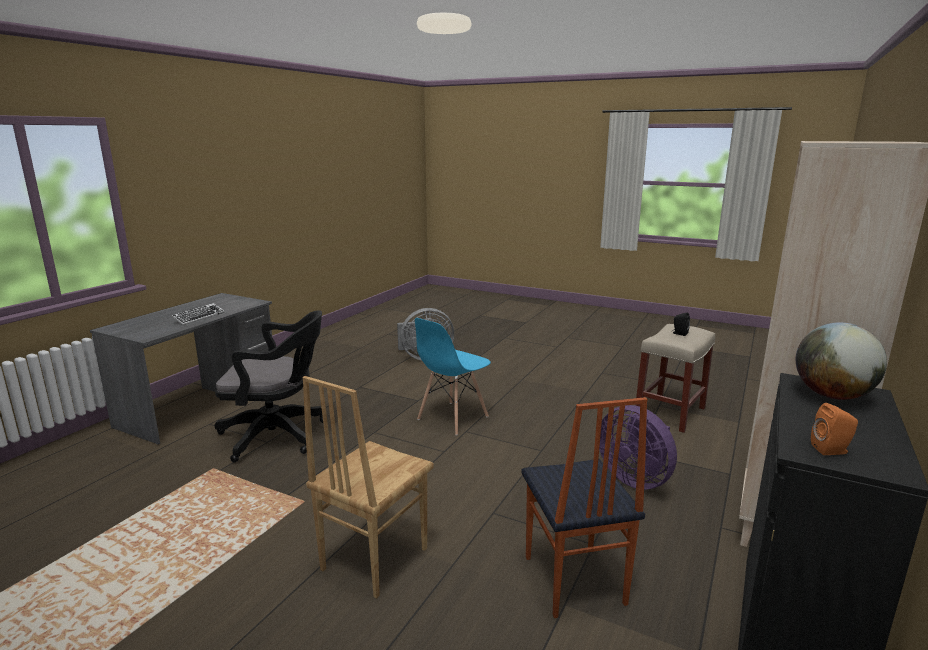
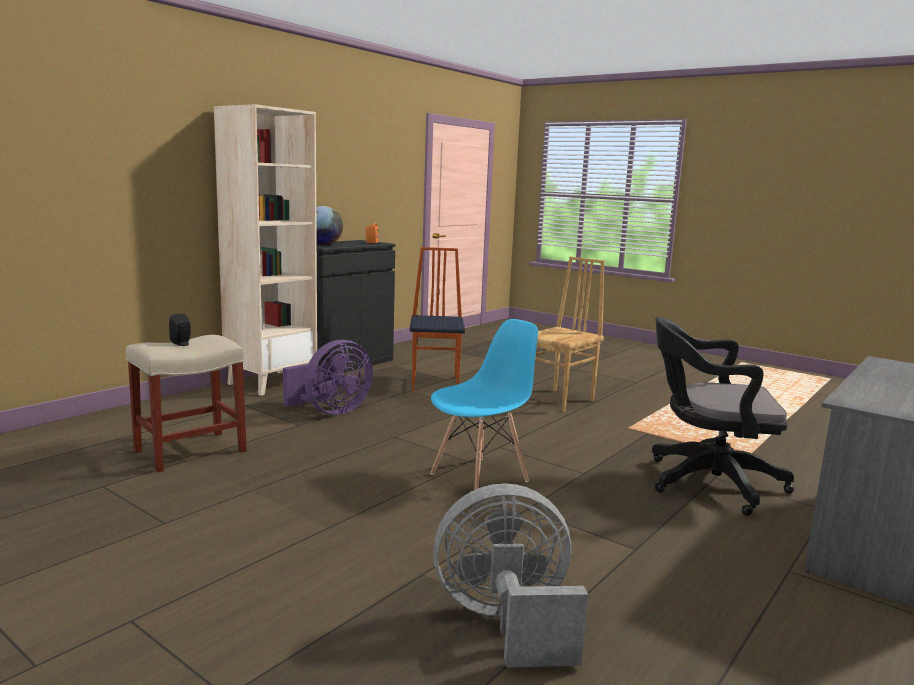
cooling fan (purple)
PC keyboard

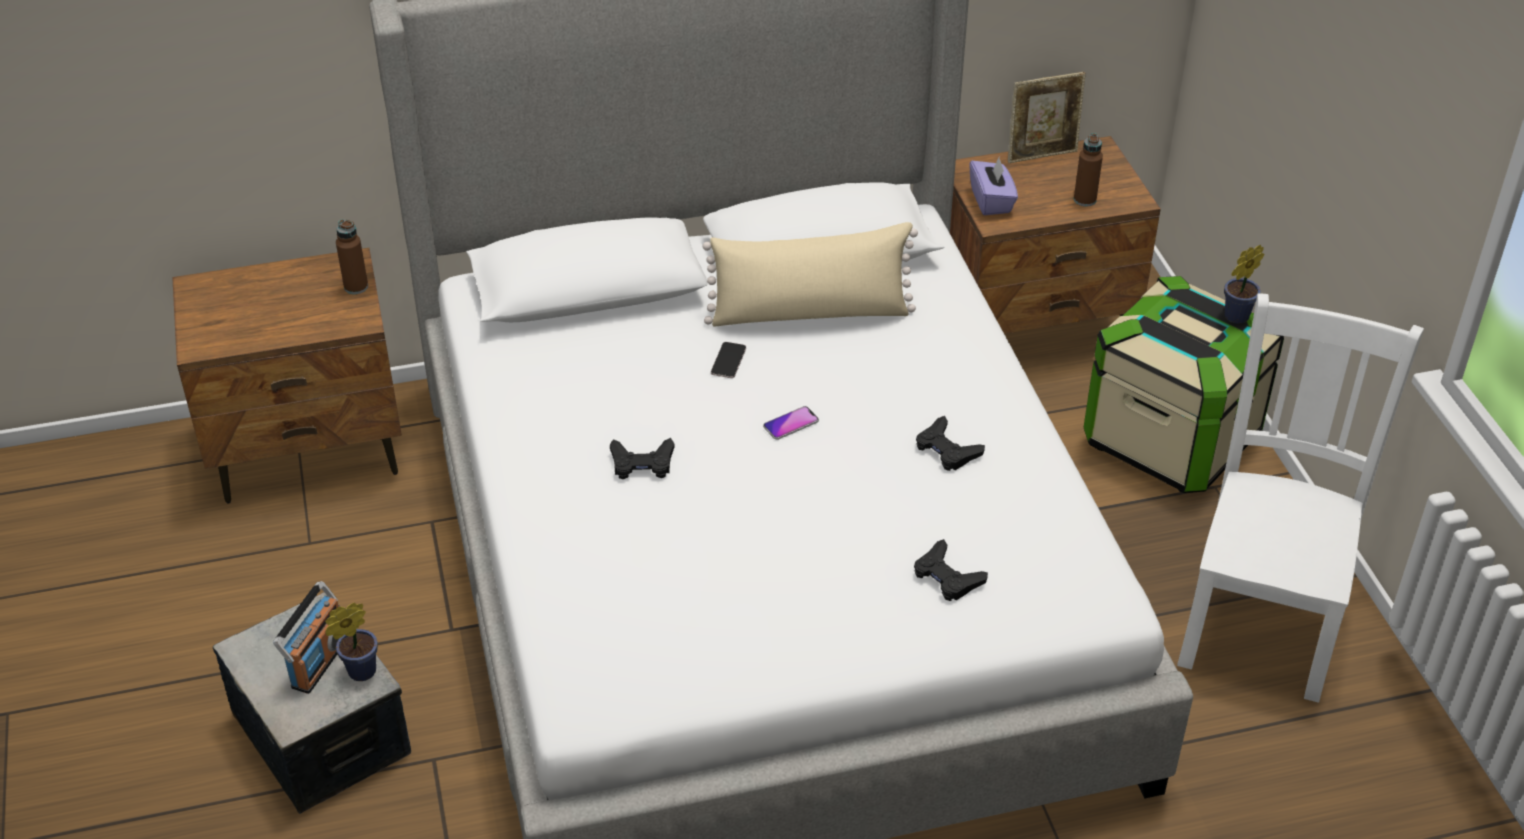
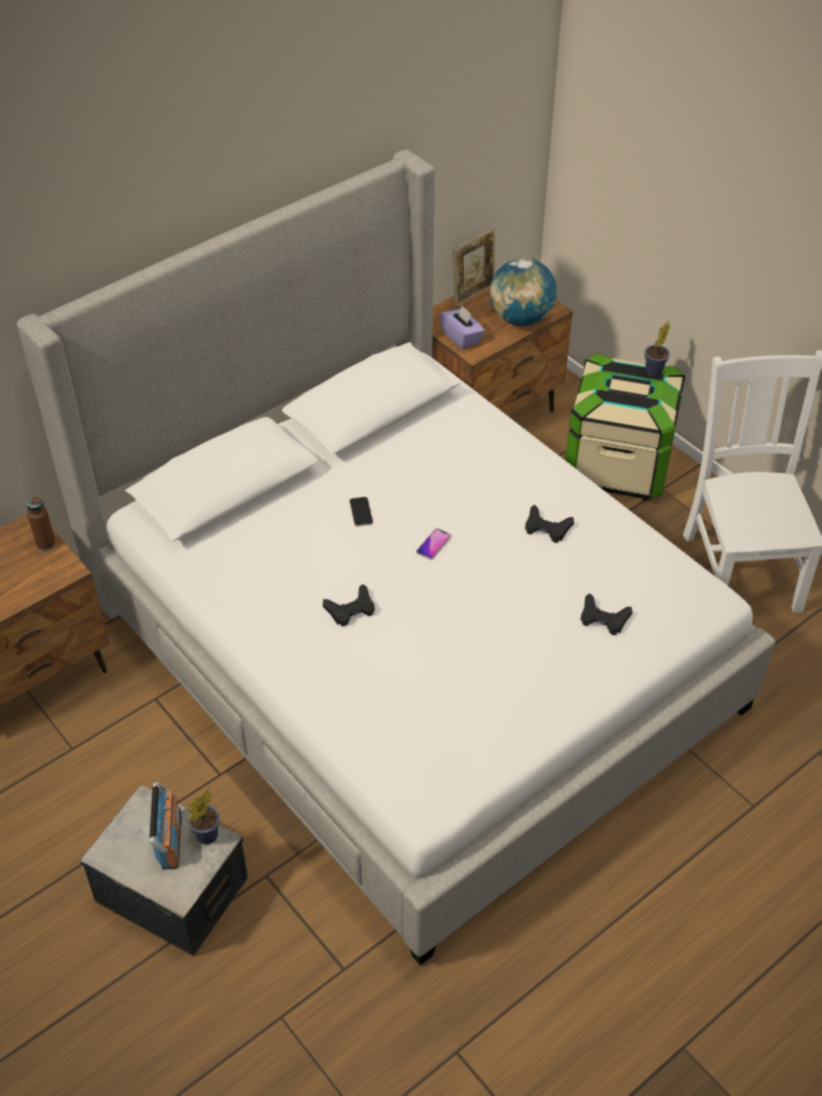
desk globe
cushion (beige-coloured)

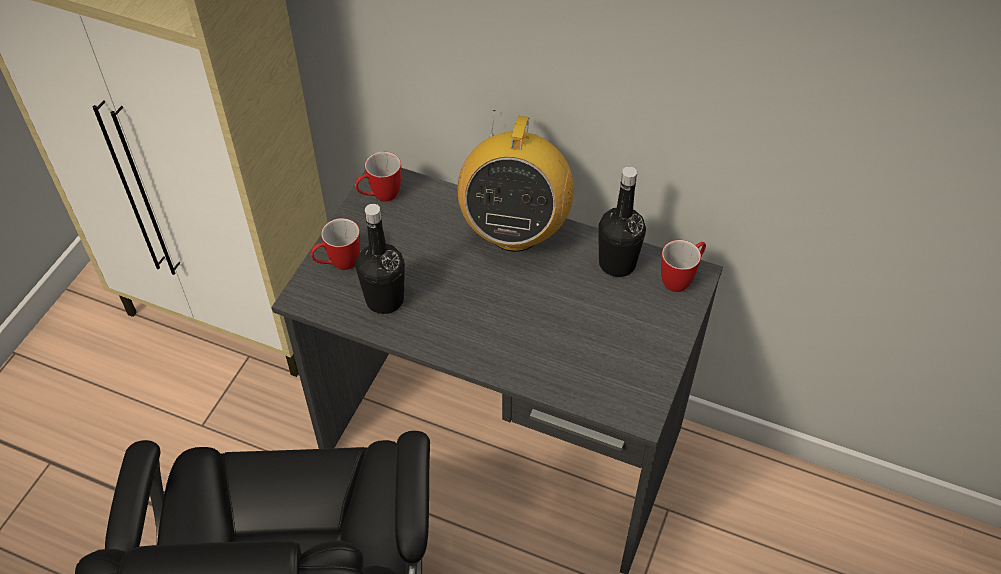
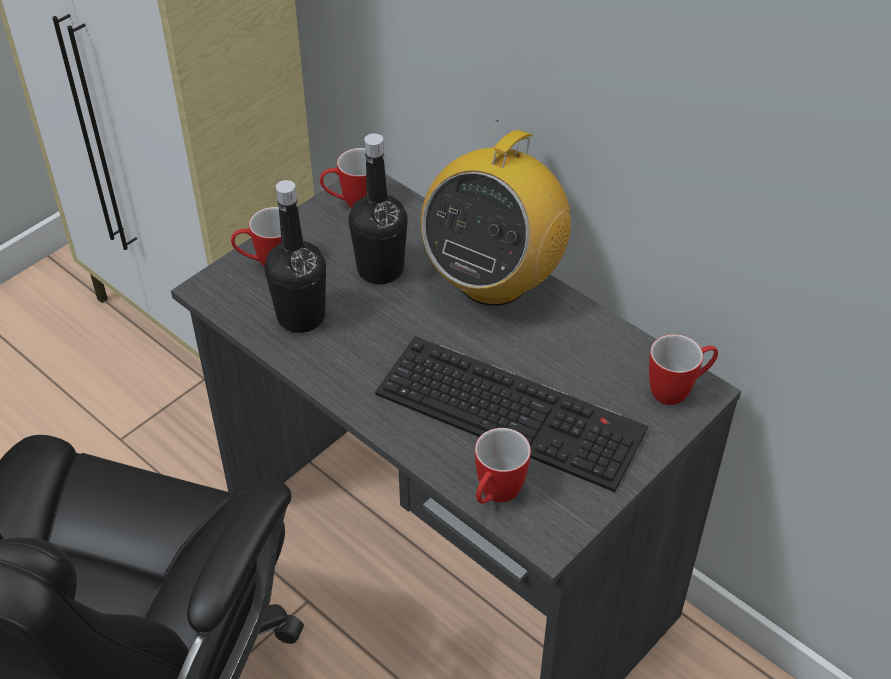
bottle (blackish) (no. 2 from left)
PC keyboard
coffee mug (no. 3 from left)

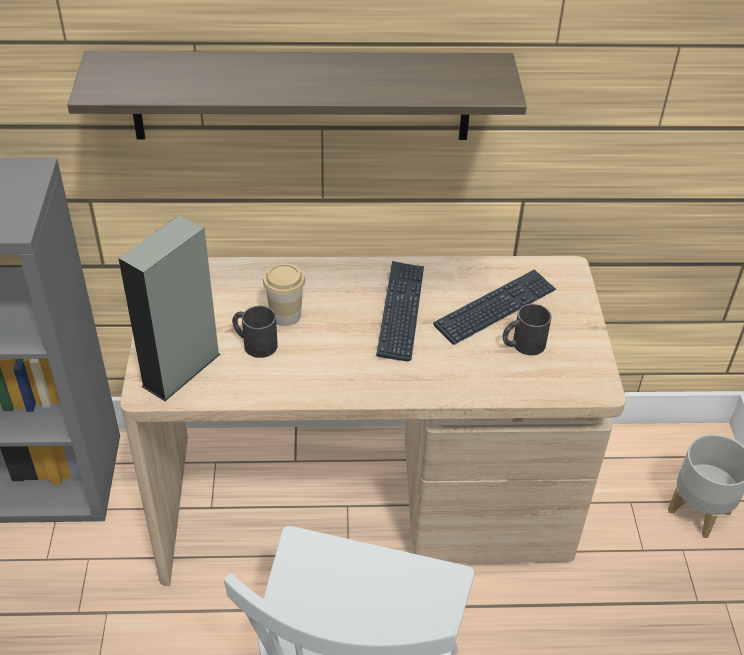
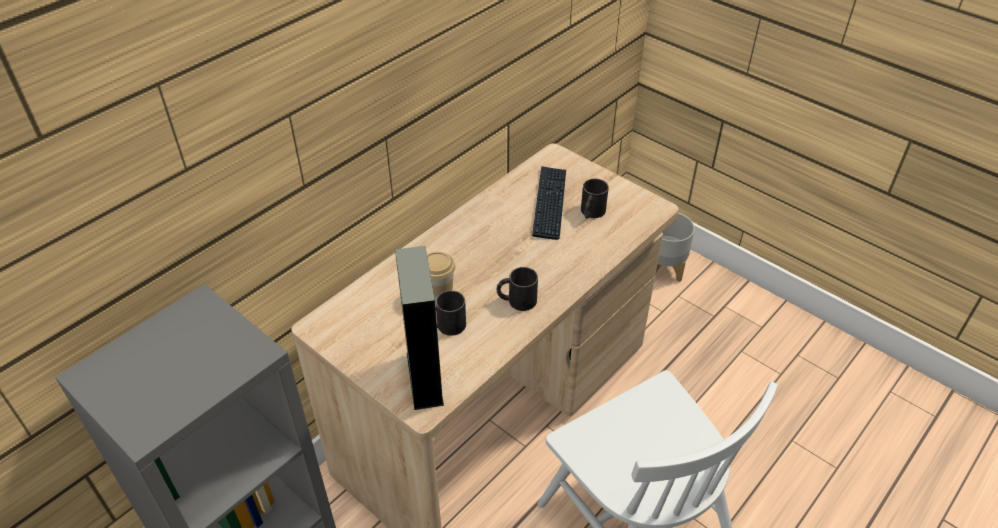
coffee mug (blackish) (no. 2 from left)
bracket shelf
PC keyboard (no. 1 from left in the first image)

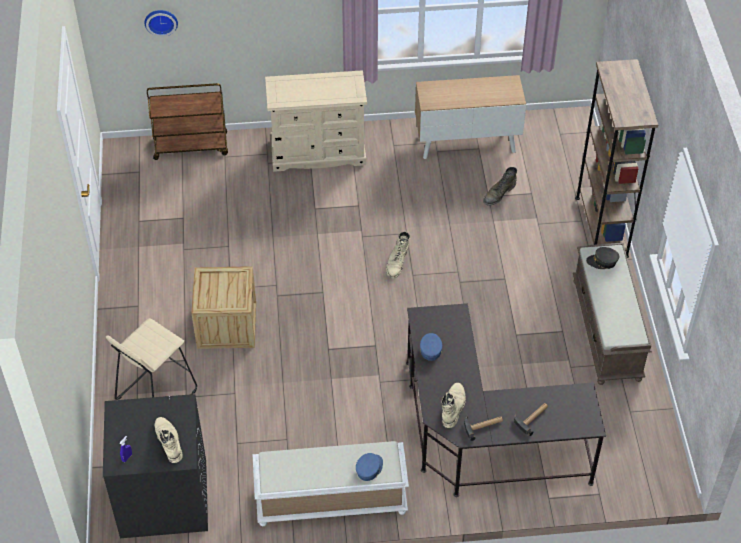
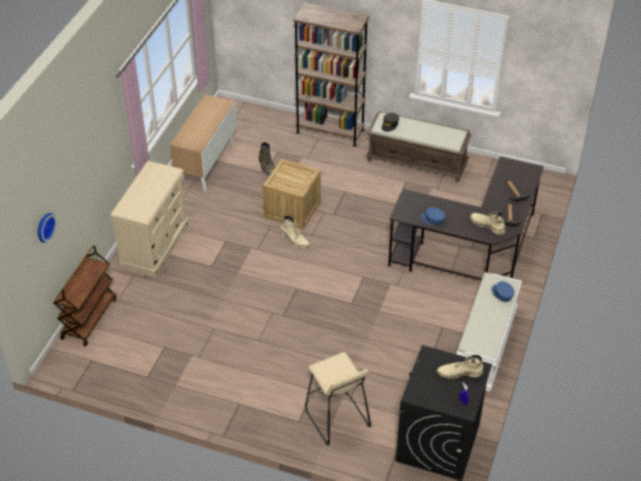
shipping crate

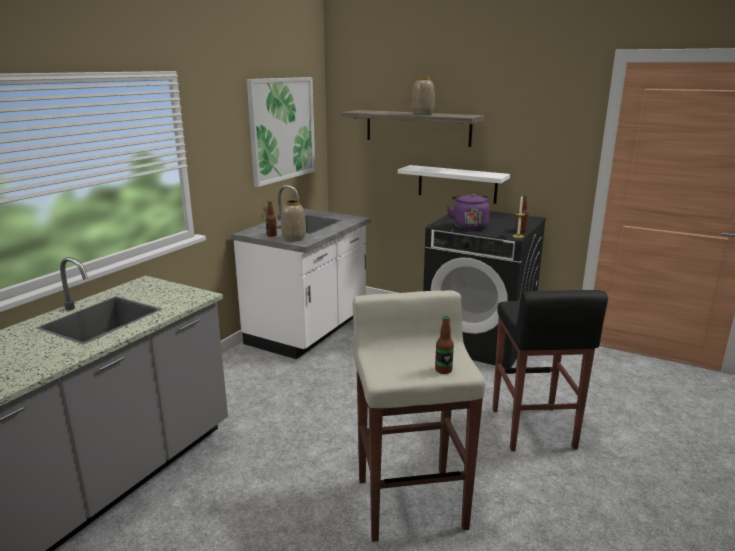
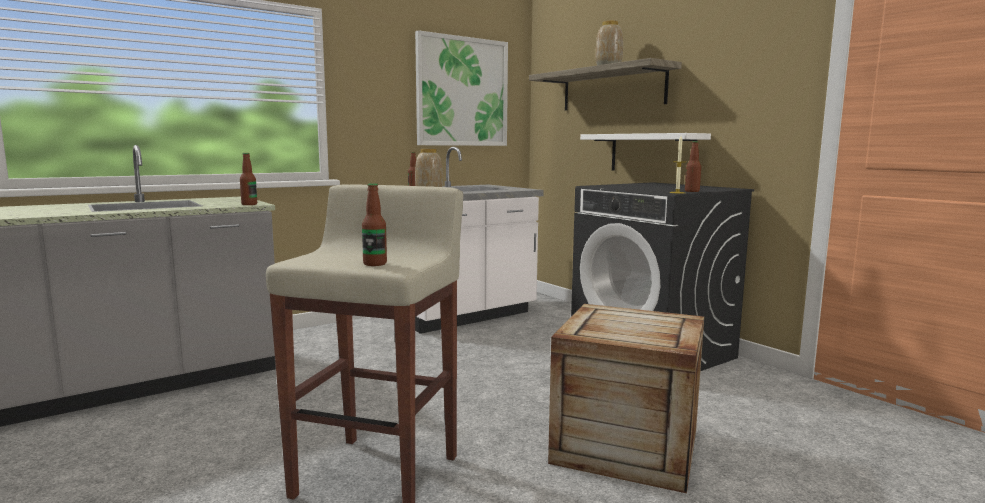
bottle (no. 1 from left)
shipping crate
water kettle (purple)

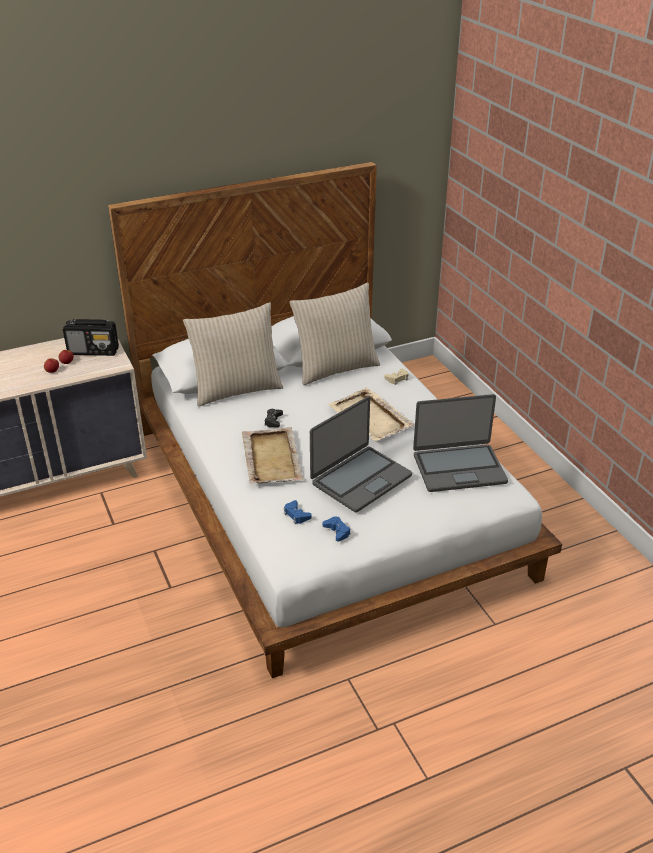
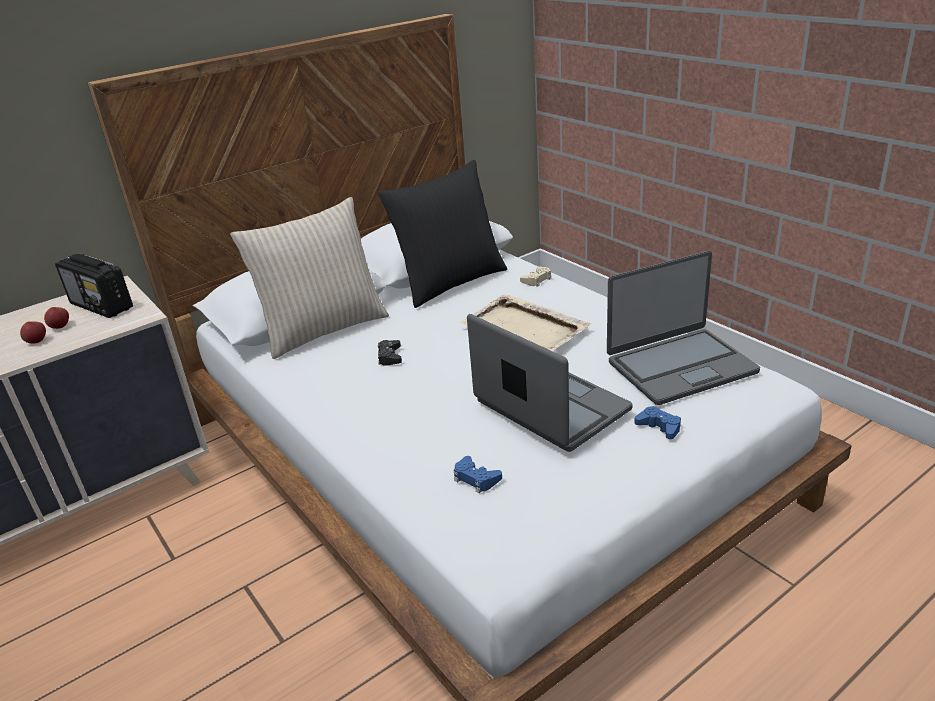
radio set
cushion (blackish)
laptop (no. 1 from left)
gamepad (blue) (no. 2 from left)
tray (beige-coloured) (no. 1 from left in the first image)

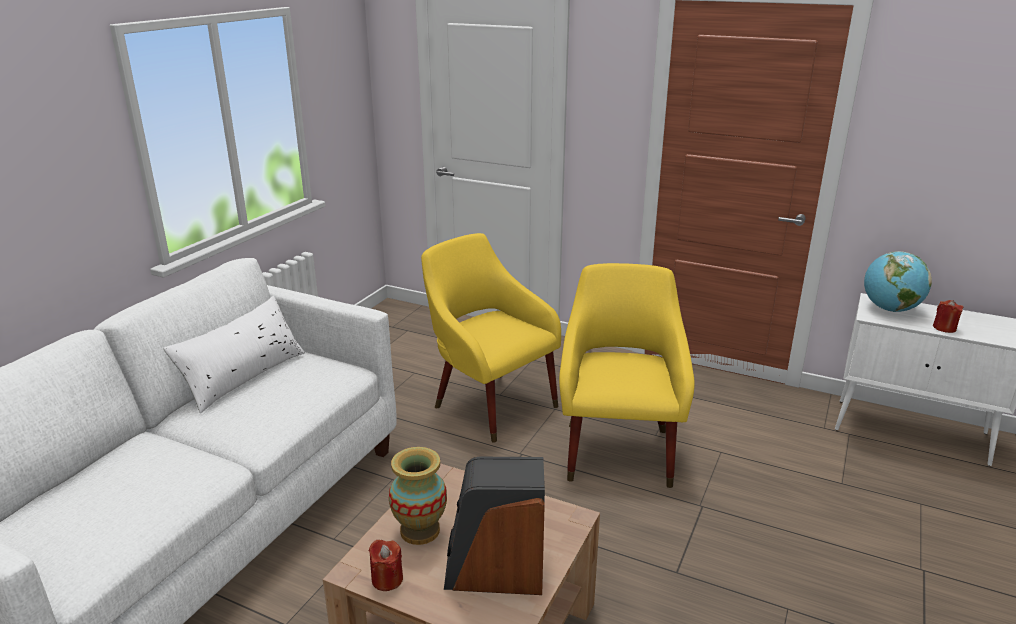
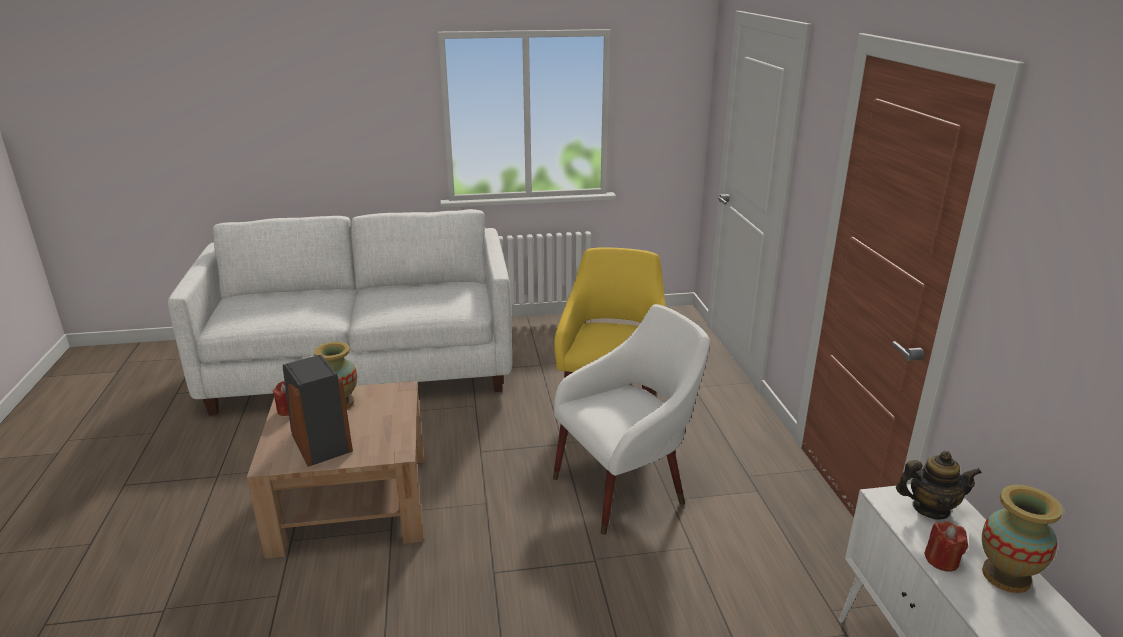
easy chair (whitish)
tea pot
decorative vase (no. 2 from left)
cushion (whitish)

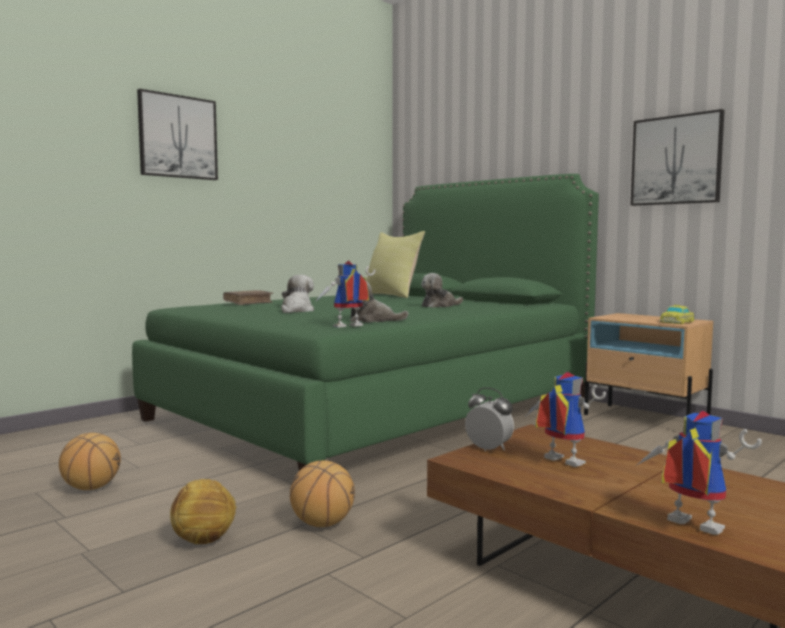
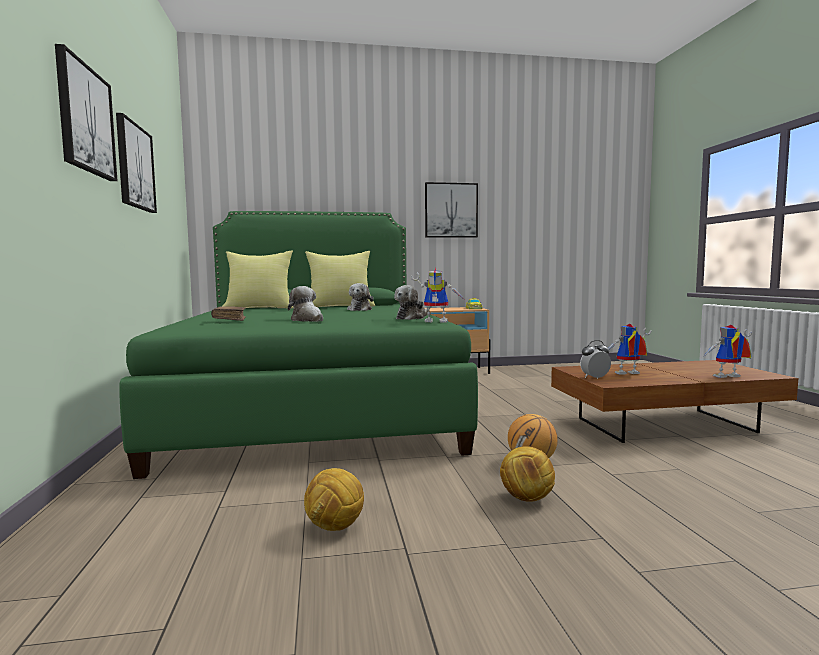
wall picture (no. 2 from left)
football ball (no. 1 from left)
cushion (yellow-coloured) (no. 2 from left)
model robot (no. 1 from left)

